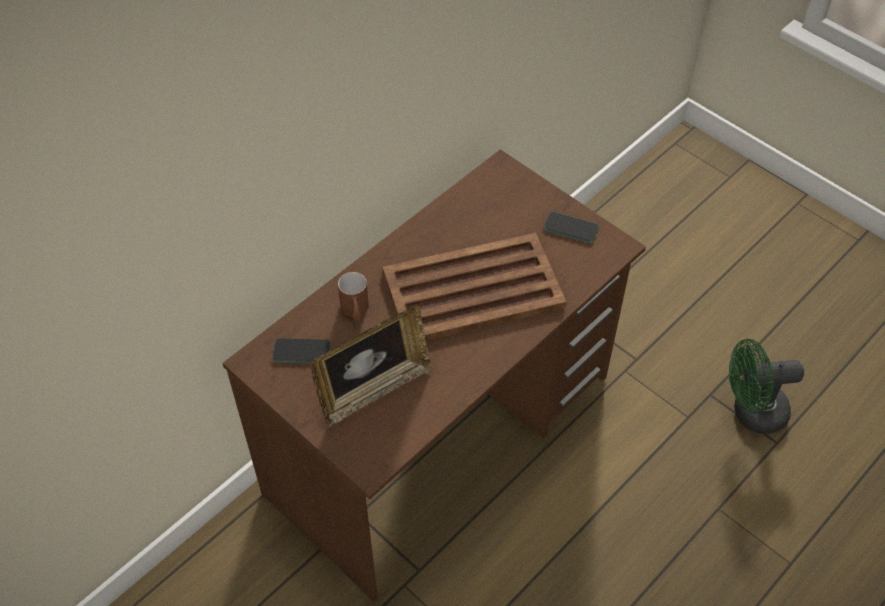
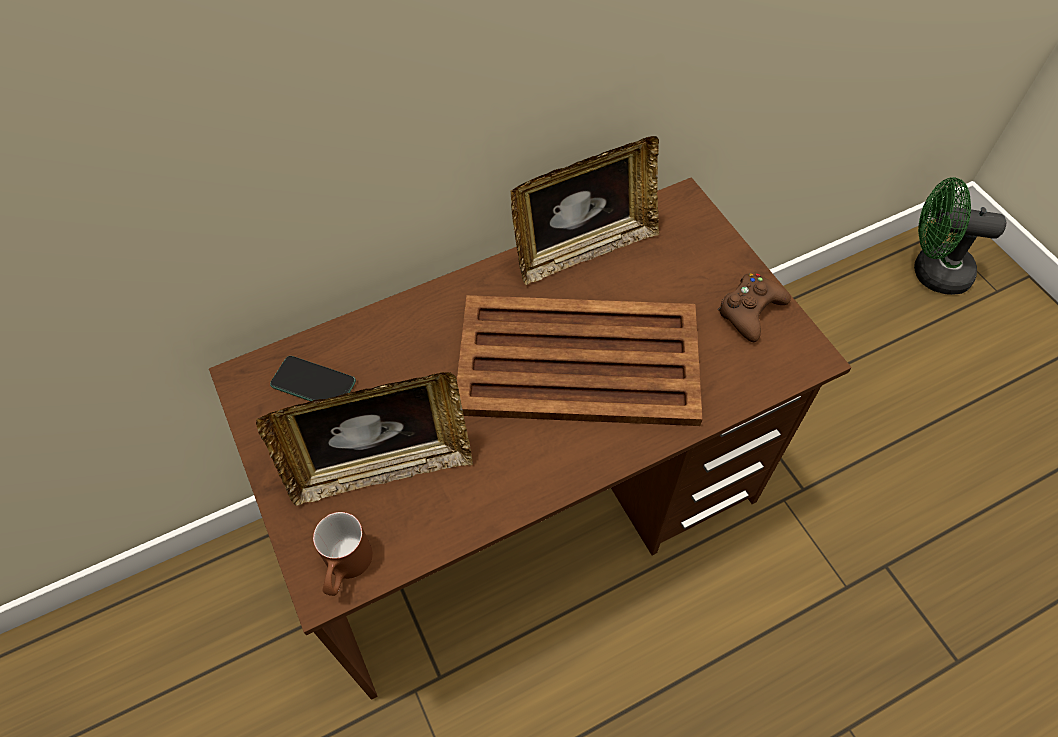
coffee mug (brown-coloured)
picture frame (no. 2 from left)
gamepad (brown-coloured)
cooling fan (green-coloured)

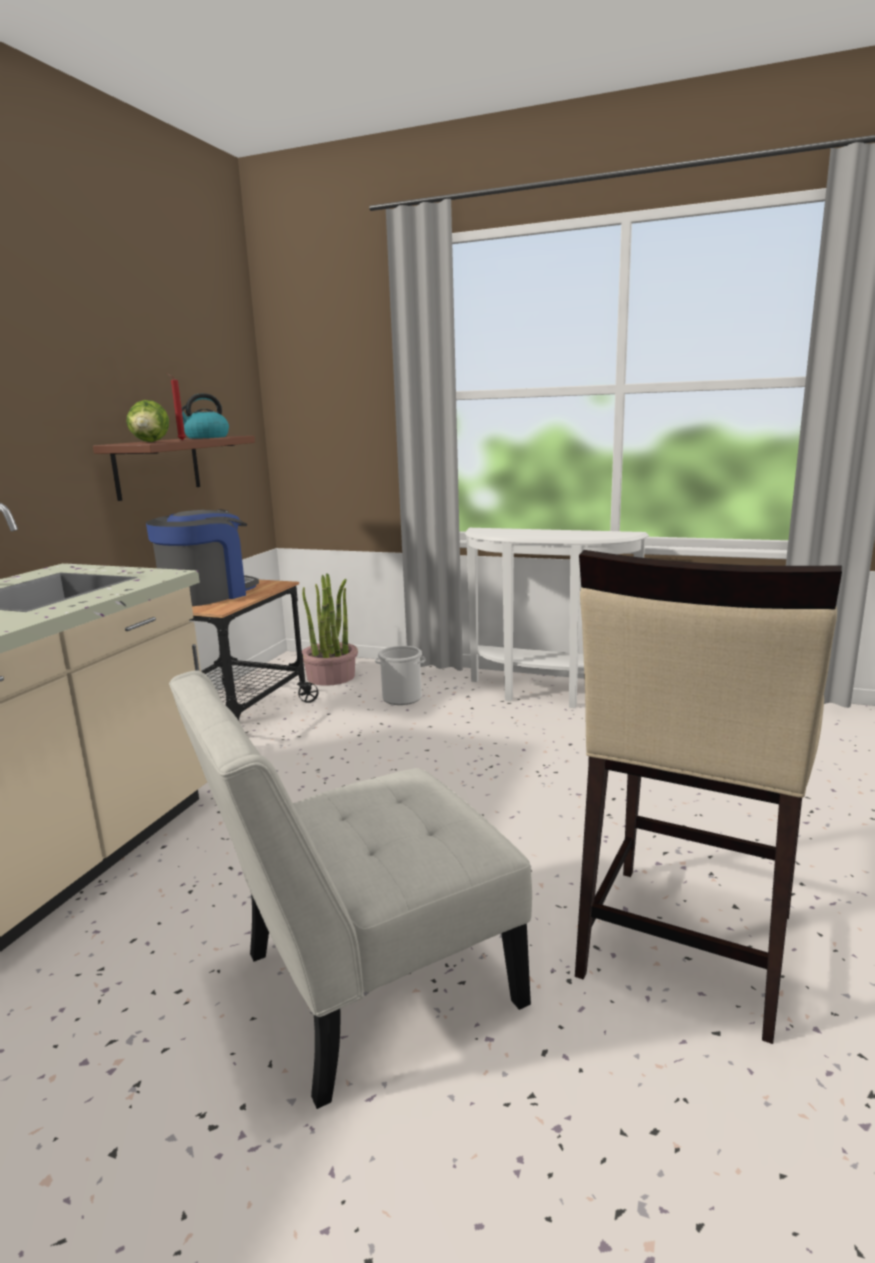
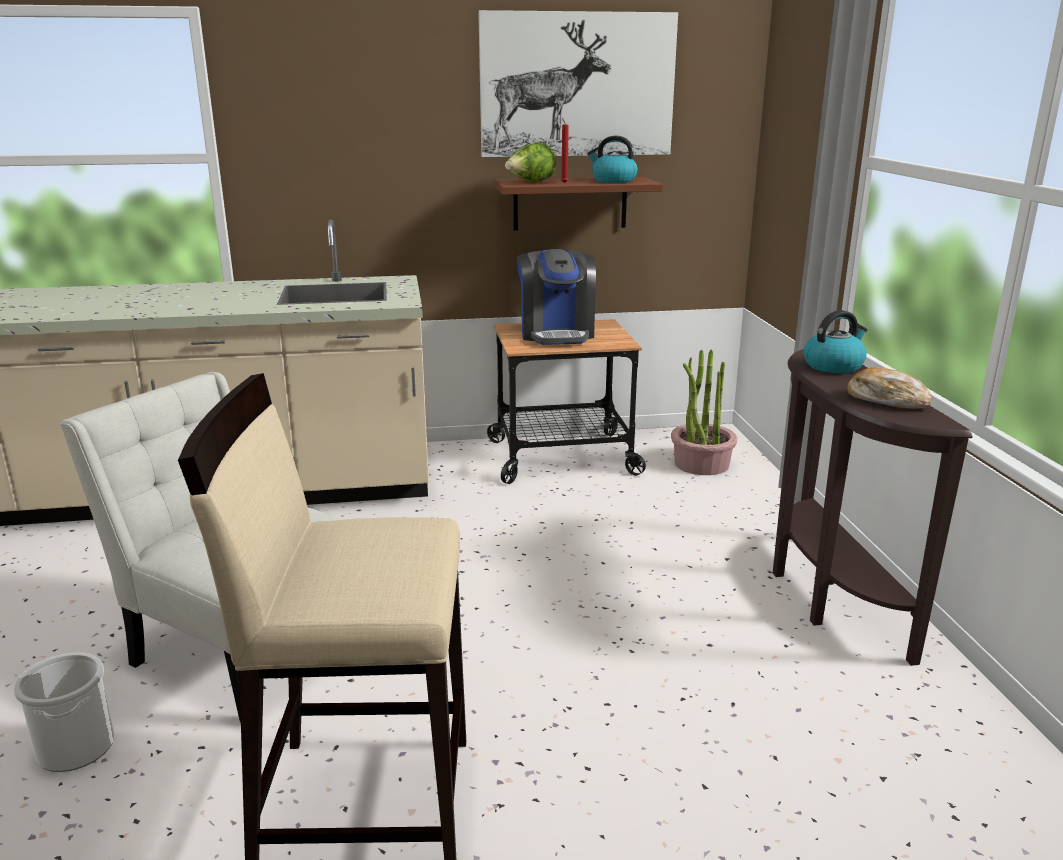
water bucket
wall picture
coffee maker
console table (brown-coloured)
water kettle (no. 2 from left)
bread

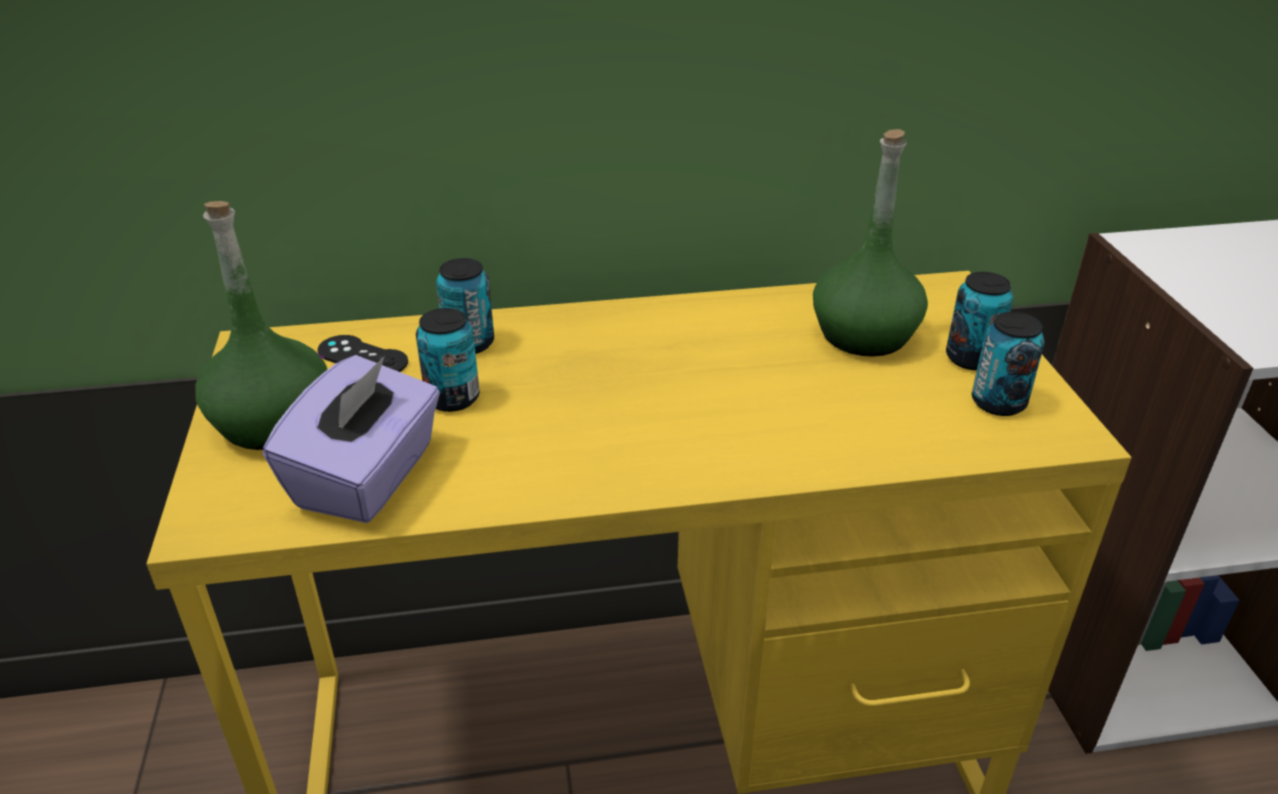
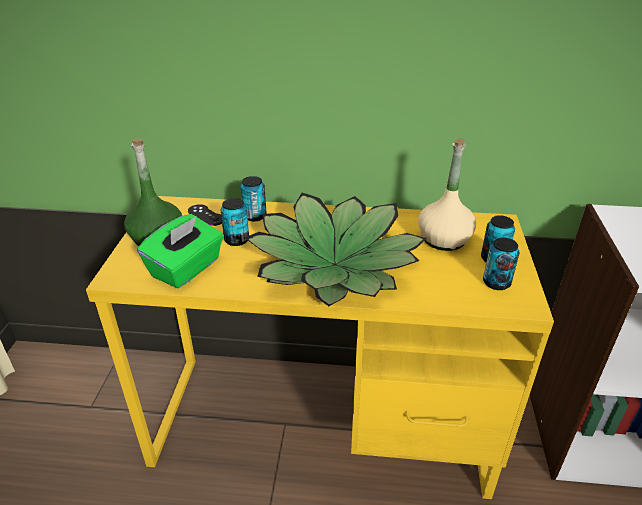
tissue box (green-coloured)
plant in a pot
bottle (beige-coloured)

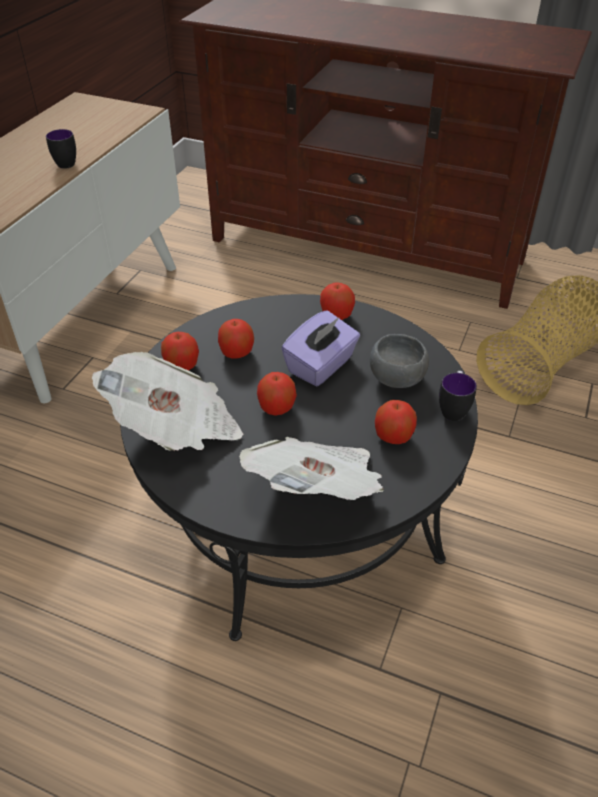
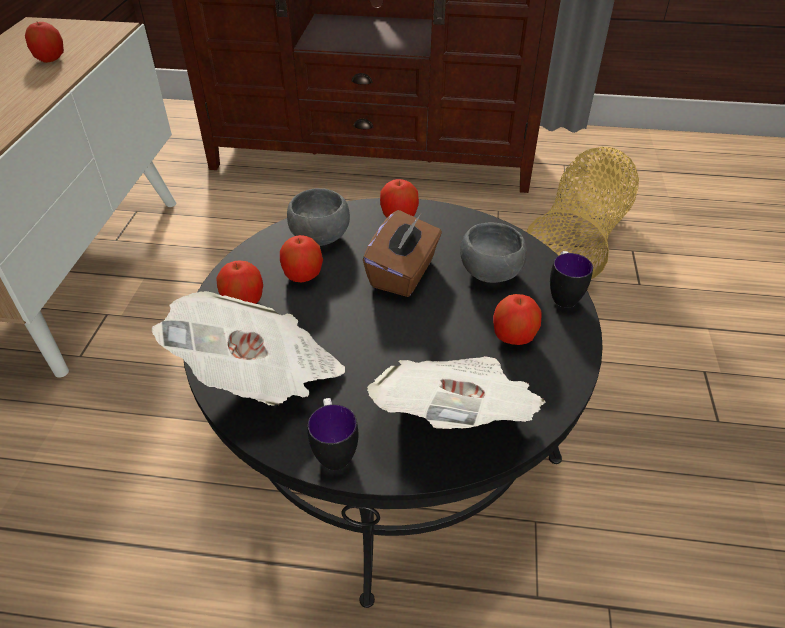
whole apple (no. 1 from left)
serving bowl (greyish) (no. 1 from left)
coffee mug (no. 1 from left)
tissue box (brown-coloured)

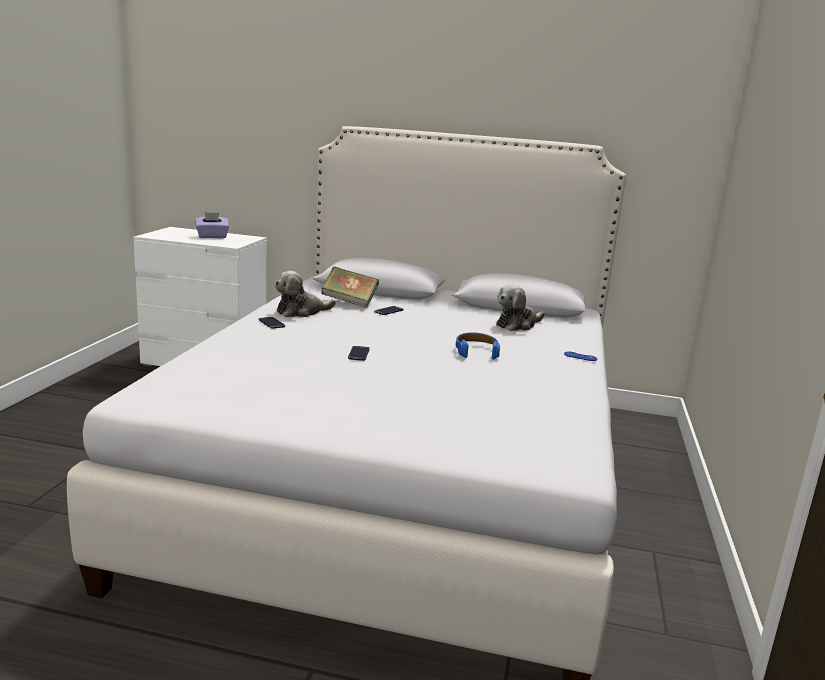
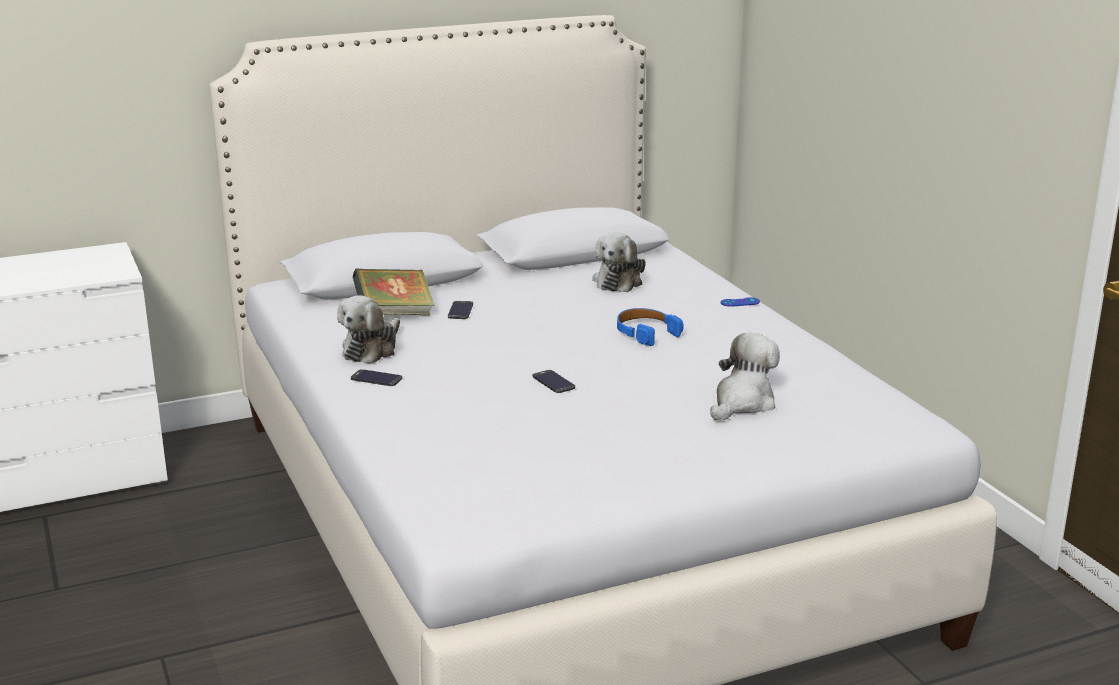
plush toy (no. 3 from left)
tissue box (purple)

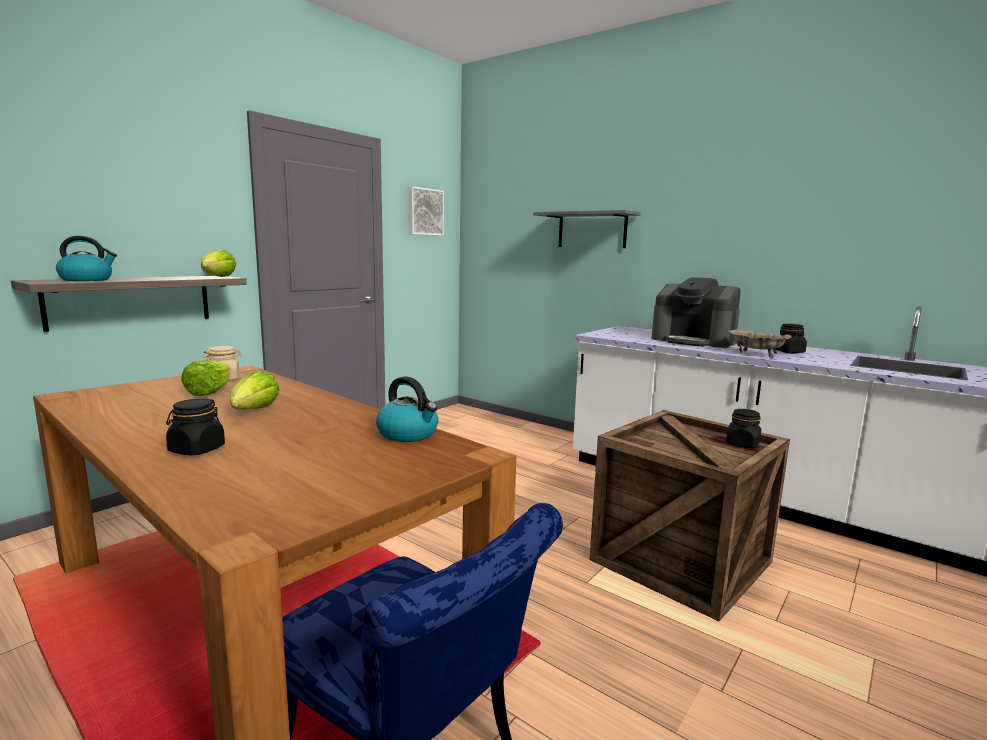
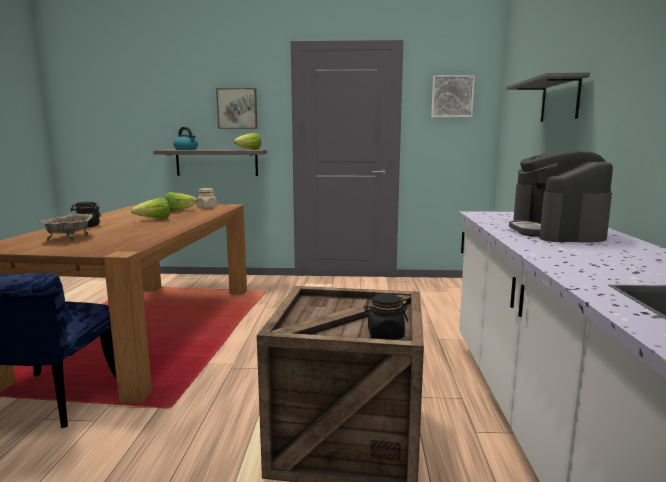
serving bowl (beige-coloured)
wall picture (no. 1 from left)
water kettle (no. 2 from left in the first image)
storage jar (blackish) (no. 3 from left in the first image)

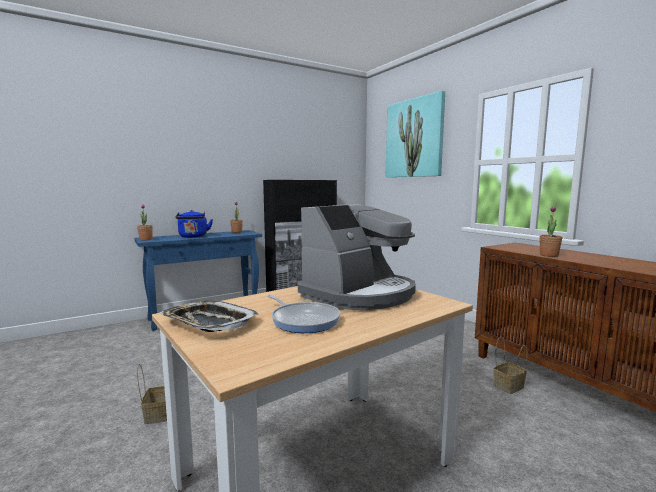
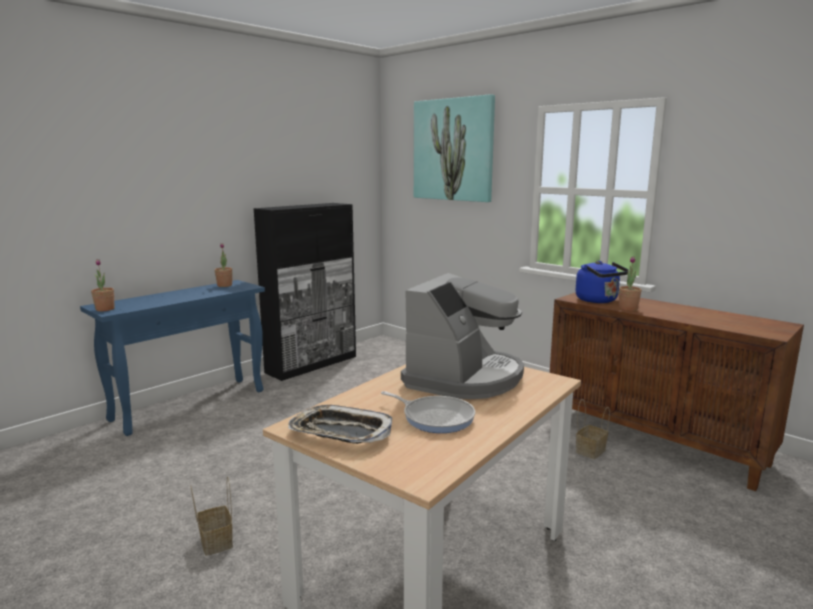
water kettle (blue)

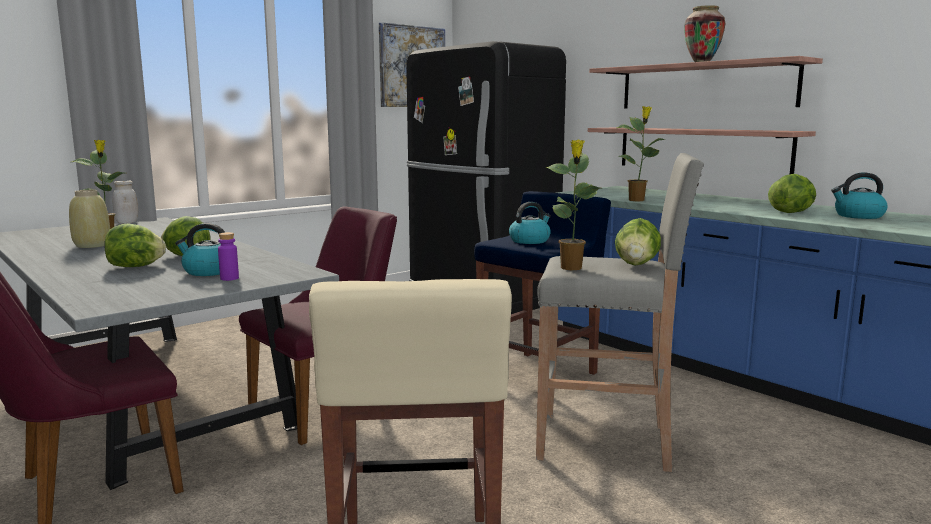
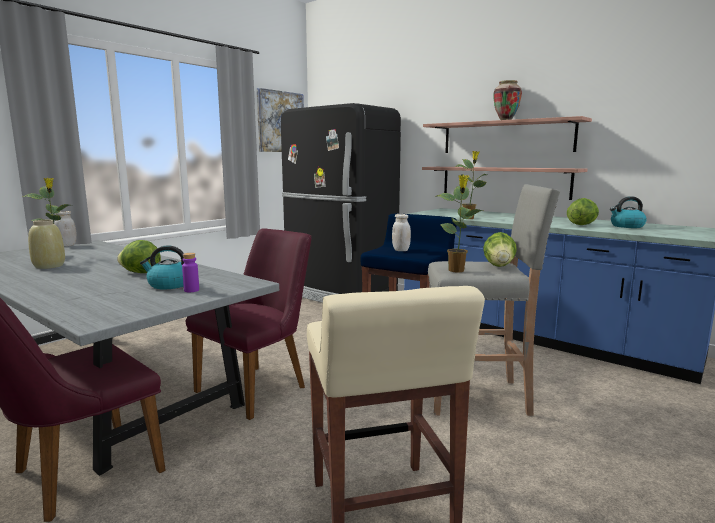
storage jar (whitish) (no. 2 from left)
lettuce head (no. 1 from left in the first image)

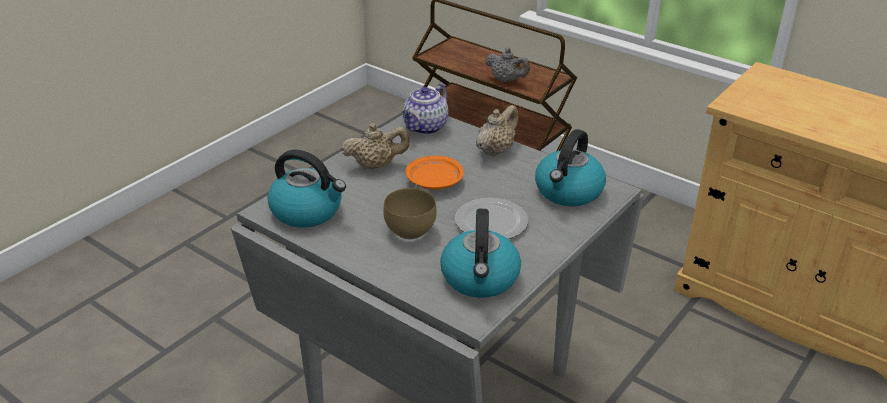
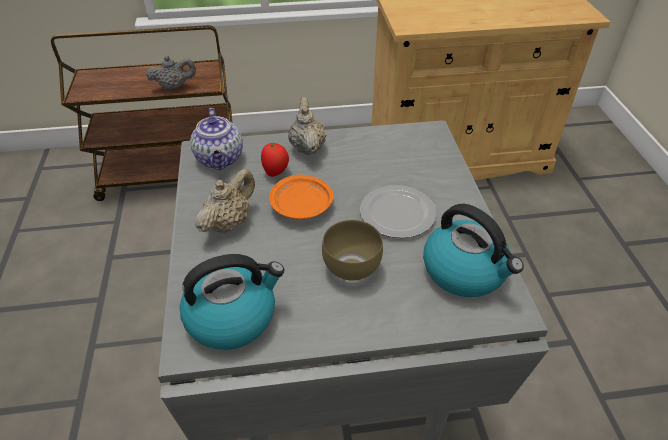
tomato
water kettle (no. 3 from left in the first image)

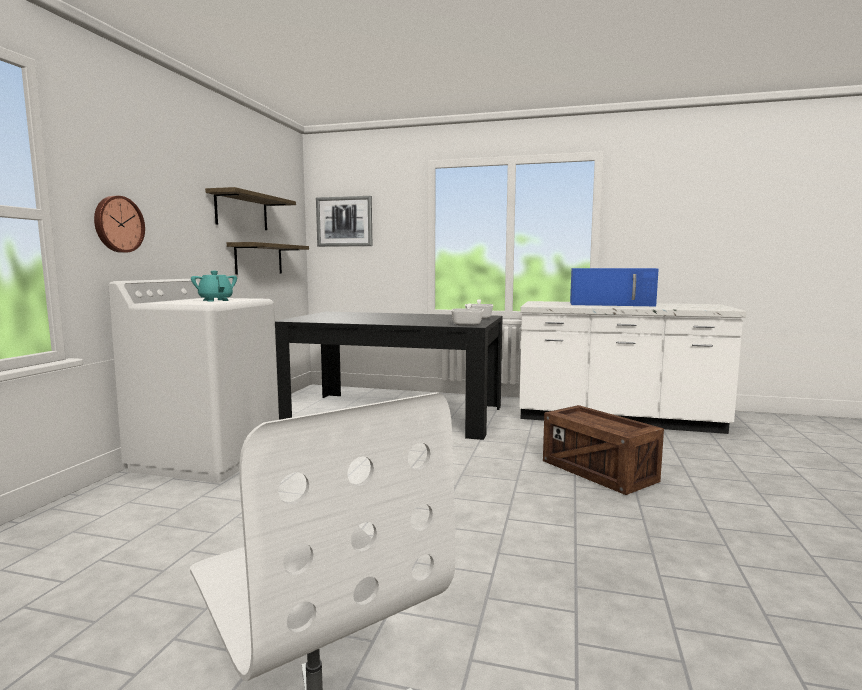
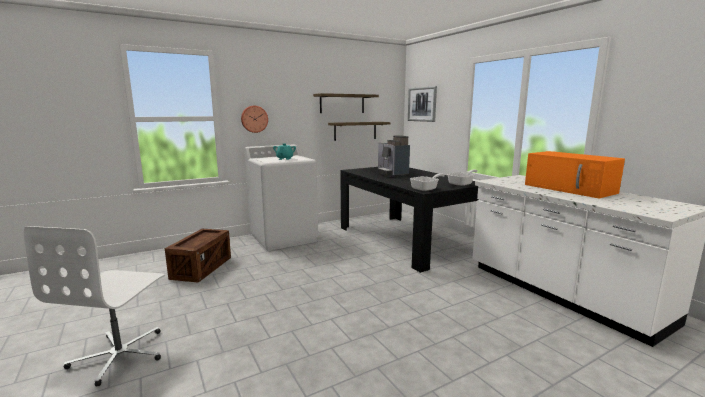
shipping crate
coffee maker
microwave (orange)

